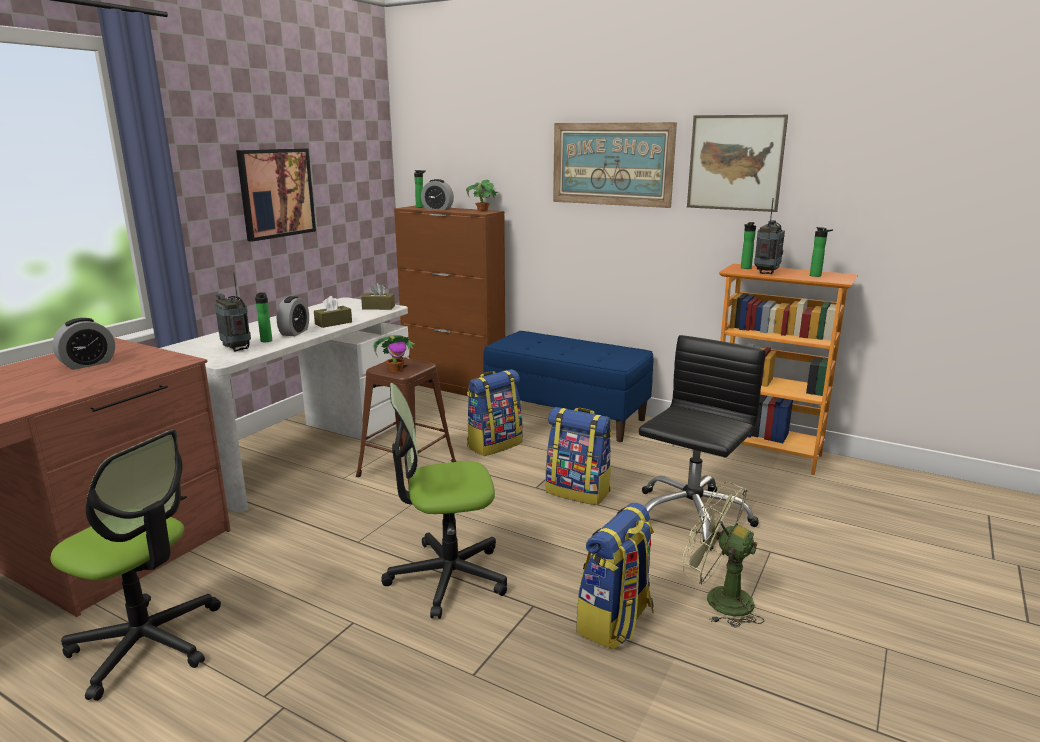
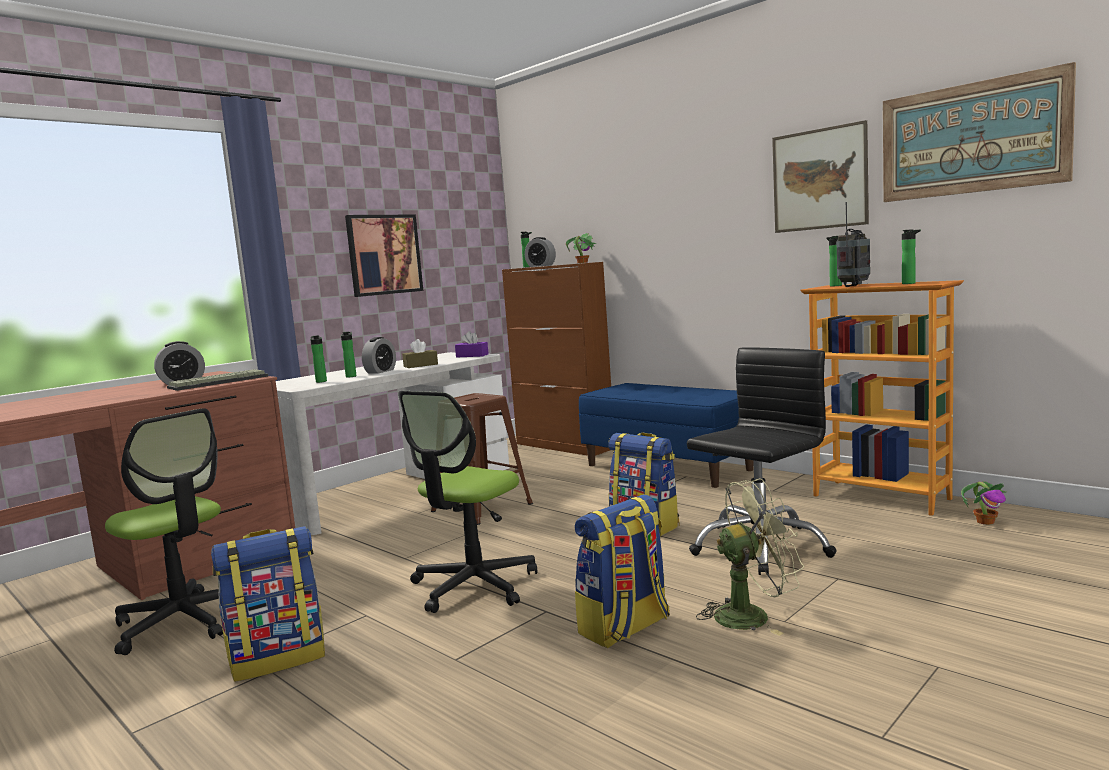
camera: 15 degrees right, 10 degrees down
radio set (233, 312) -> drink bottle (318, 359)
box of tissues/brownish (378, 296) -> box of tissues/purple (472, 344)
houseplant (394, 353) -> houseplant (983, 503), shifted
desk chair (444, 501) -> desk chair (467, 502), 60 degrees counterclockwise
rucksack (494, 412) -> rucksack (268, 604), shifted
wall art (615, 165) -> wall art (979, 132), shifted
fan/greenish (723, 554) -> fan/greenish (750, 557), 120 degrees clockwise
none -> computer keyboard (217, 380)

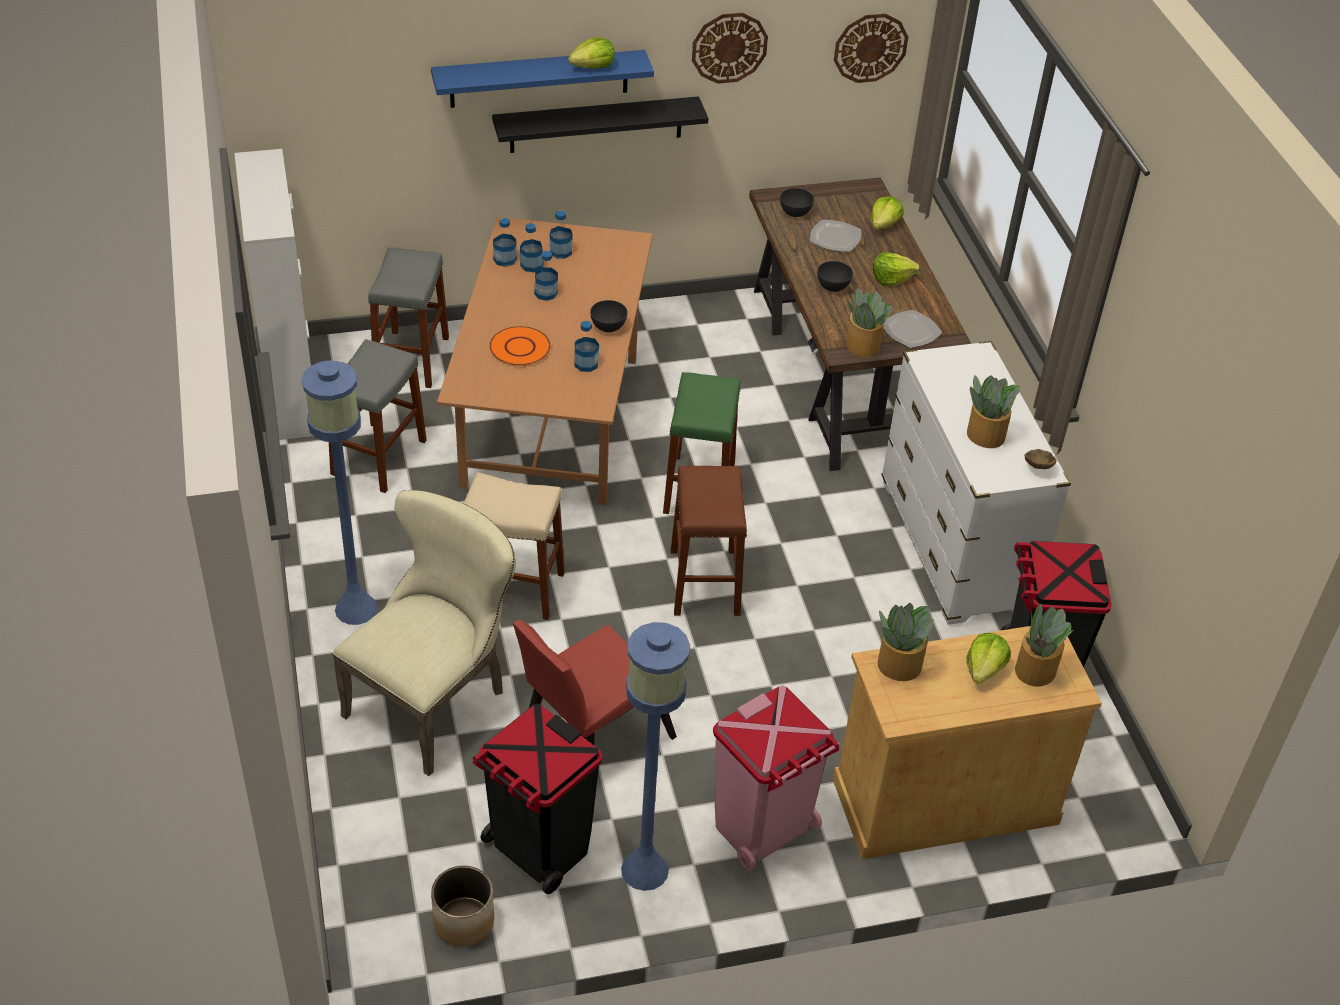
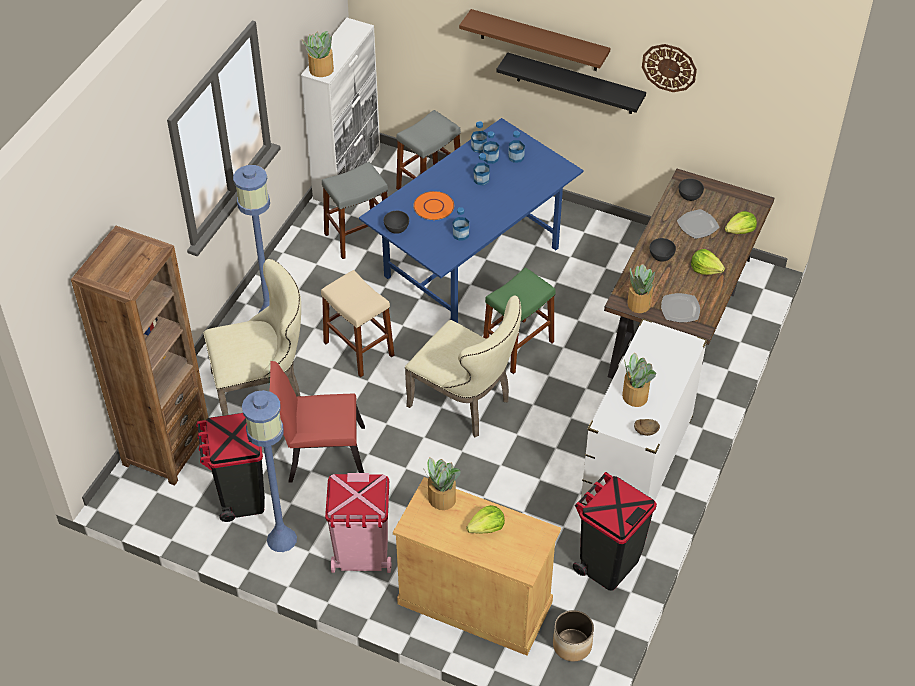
camera: 40 degrees right, 5 degrees up
shelf/bluish (542, 79) -> shelf/brownish (535, 40)
planter (462, 906) -> planter (573, 636), shifted
dinner table/brownish (545, 361) -> dinner table/bluish (471, 220)
lettuce (591, 53) -> none
deep dish/gray (608, 316) -> deep dish/gray (396, 222), shifted
stool/brownish (709, 541) -> plain chair/beige (463, 366)
hanging clock (871, 48) -> none
houseplant (1044, 645) -> houseplant (318, 54), shifted
none -> bookshelf/brownish (139, 356)

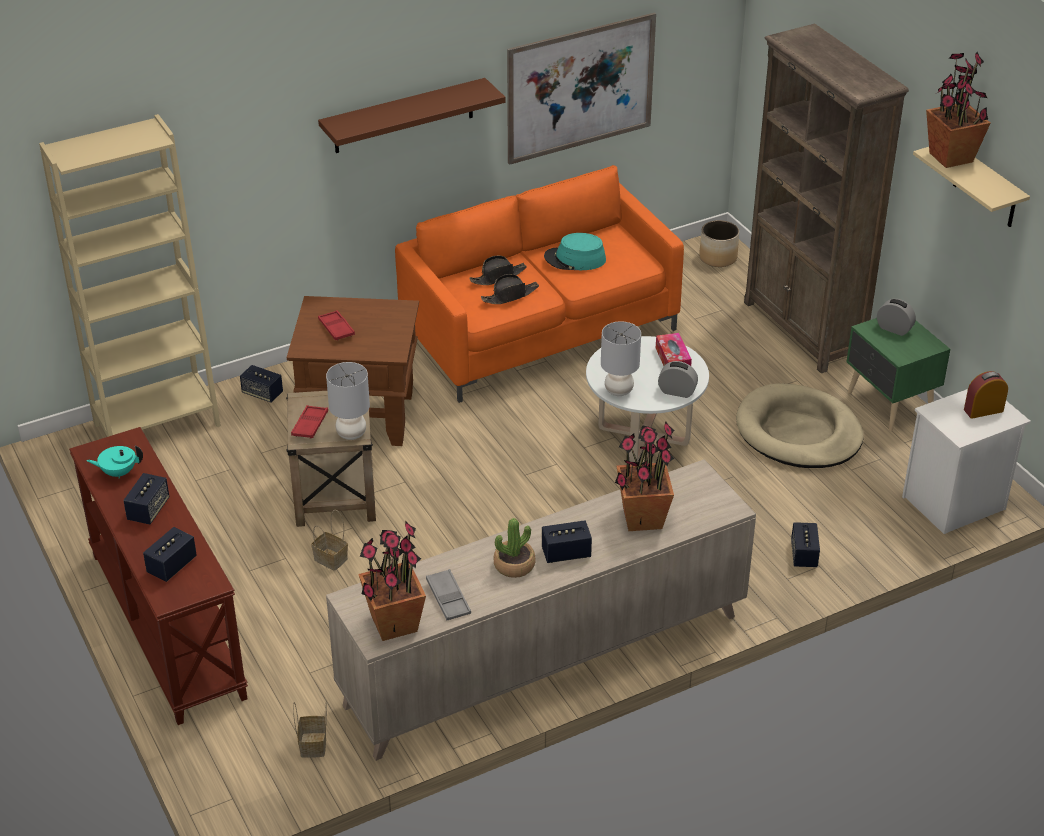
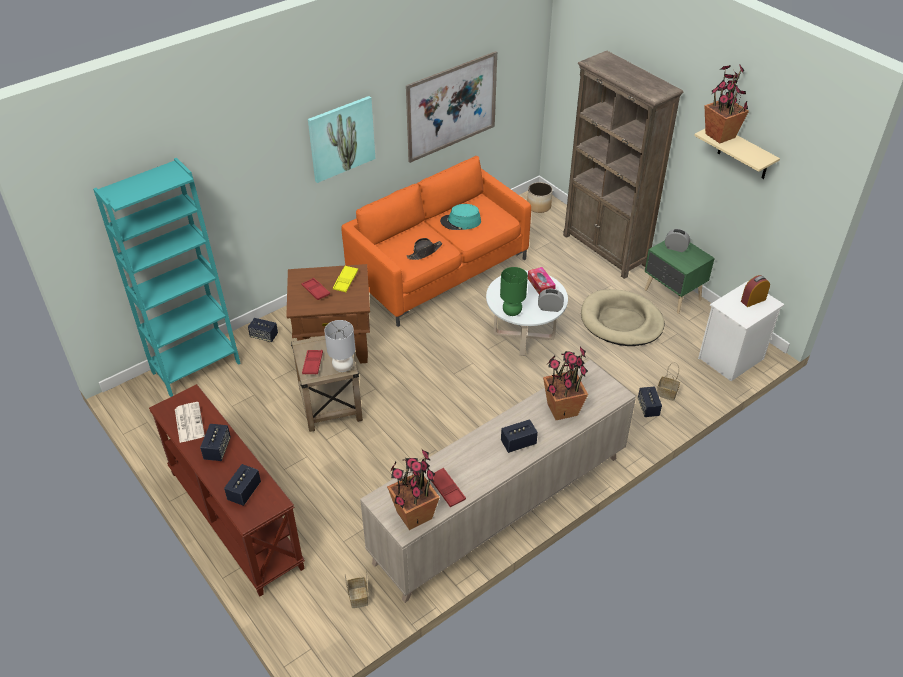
camera: 10 degrees left, 5 degrees up
bookshelf/beige (130, 275) -> bookshelf/turquoise-coloured (167, 277)
teapot/turquoise-coloured (115, 462) -> newspaper (190, 422)
basket (329, 540) -> basket (668, 381), shifted
shelf/brownish (412, 115) -> wall art (341, 139)
serving tray/gray (448, 594) -> serving tray/red (449, 487)
wearable hat/black-coloured (498, 270) -> none
houseplant (515, 548) -> none
tabletop lamp/gray (621, 358) -> tabletop lamp/greenish (514, 291)
none -> serving tray/yellow-coloured (345, 278)

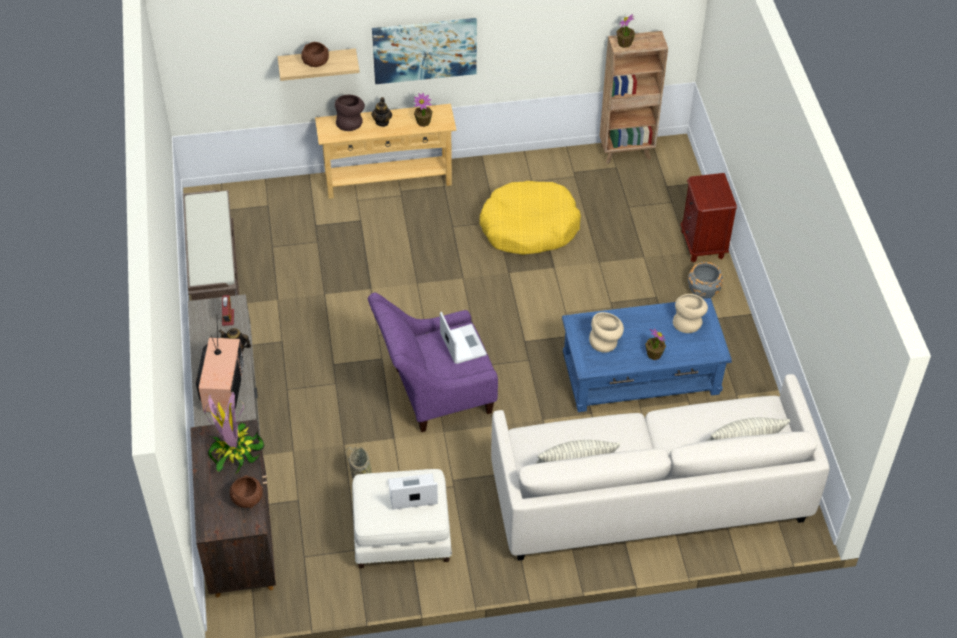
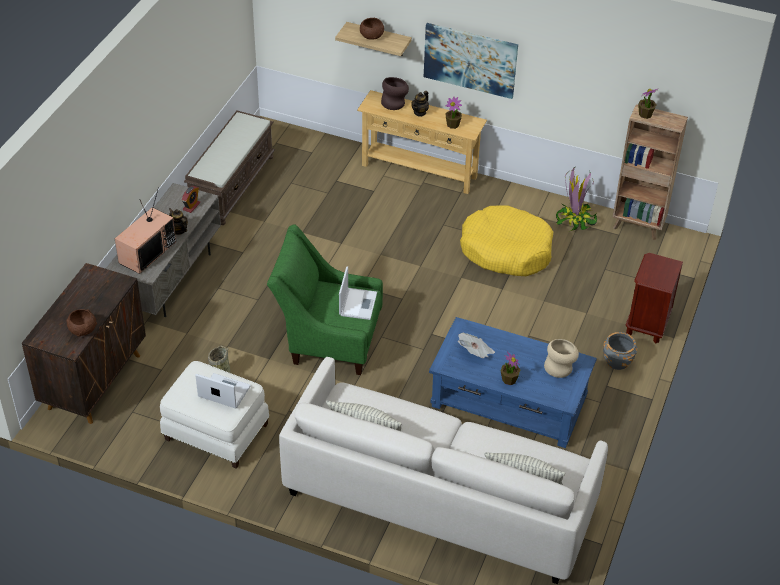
camera: 30 degrees right, 5 degrees down
houseplant (234, 432) -> houseplant (576, 199), shifted
lounge chair/purple (433, 362) -> lounge chair/greenish (325, 299)
flower vase/beige (606, 332) -> newspaper (476, 345)

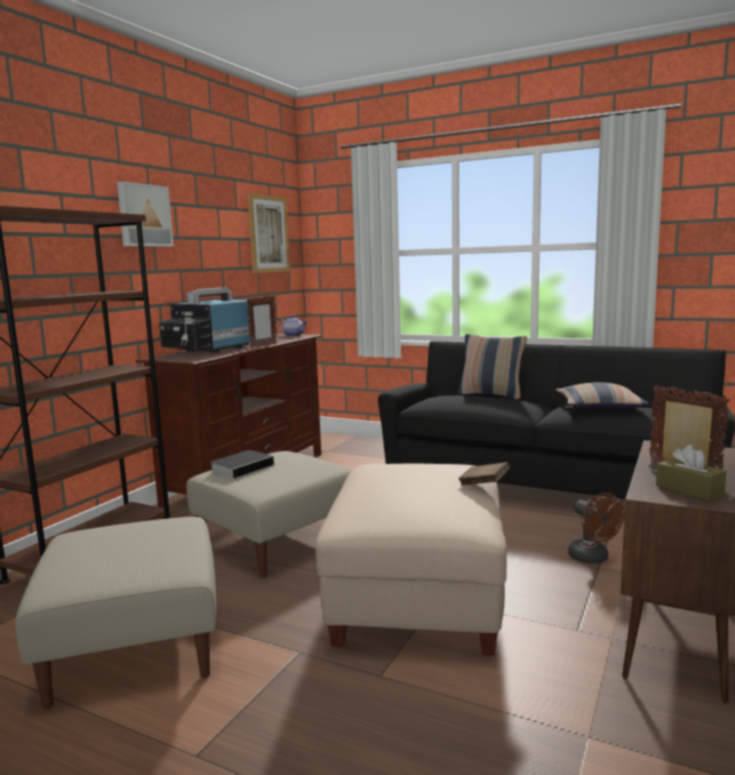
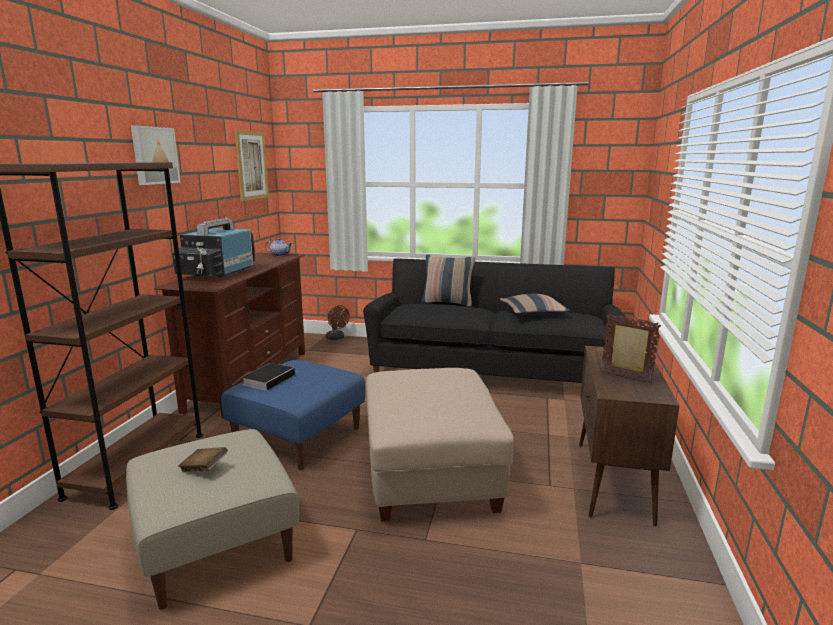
camera: 15 degrees left, 5 degrees up
ottoman/beige (268, 514) -> ottoman/bluish (293, 415)
picture frame (261, 321) -> none
bound book/brownish (484, 473) -> bound book/brownish (203, 459), shifted
fan/brownish (596, 528) -> fan/brownish (338, 322), shifted
box of tissues/brownish (691, 473) -> none

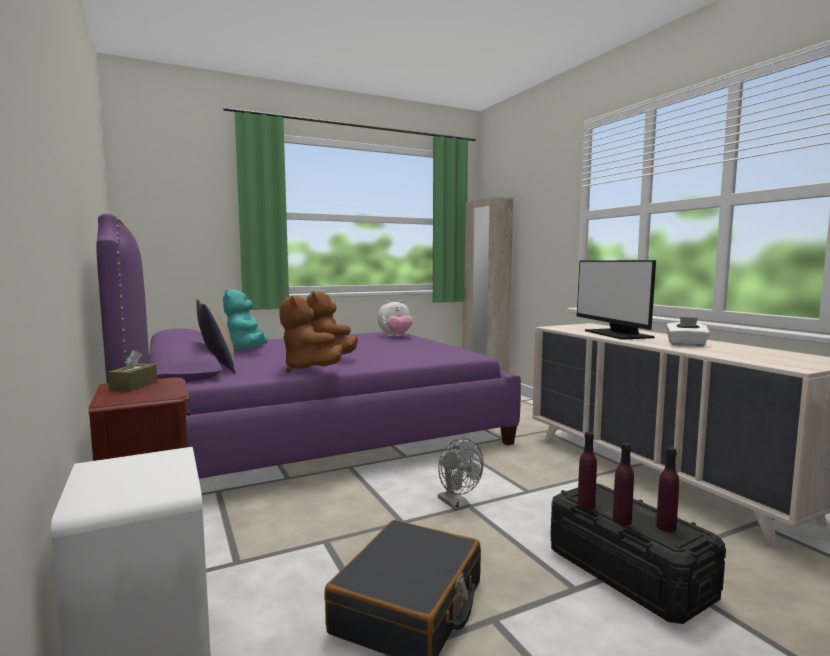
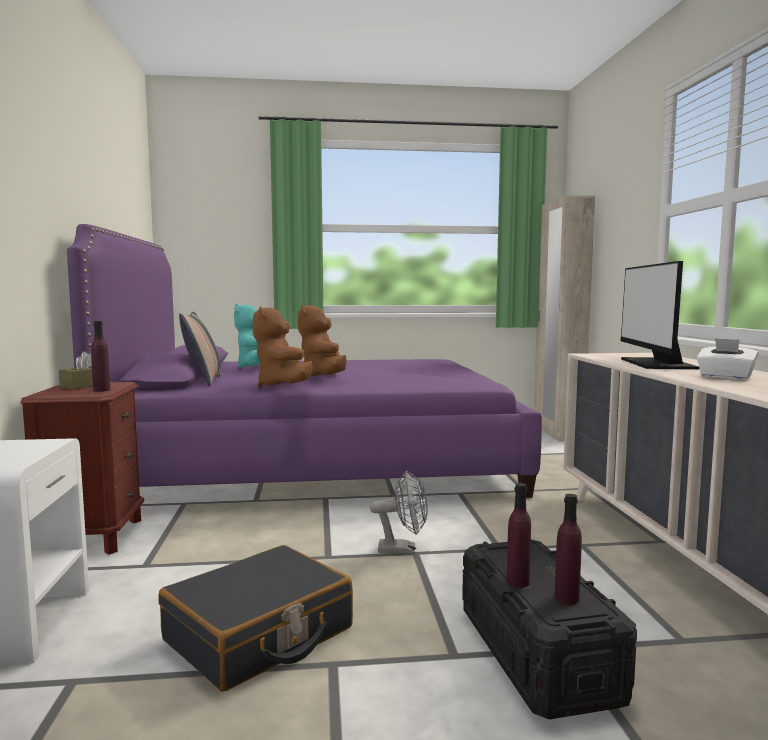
camera: 20 degrees right, 0 degrees up
cuddly toy (394, 318) -> none
fan/gray (460, 474) -> fan/gray (399, 512), 75 degrees counterclockwise
drink bottle/purple (587, 470) -> drink bottle/purple (101, 356), shifted

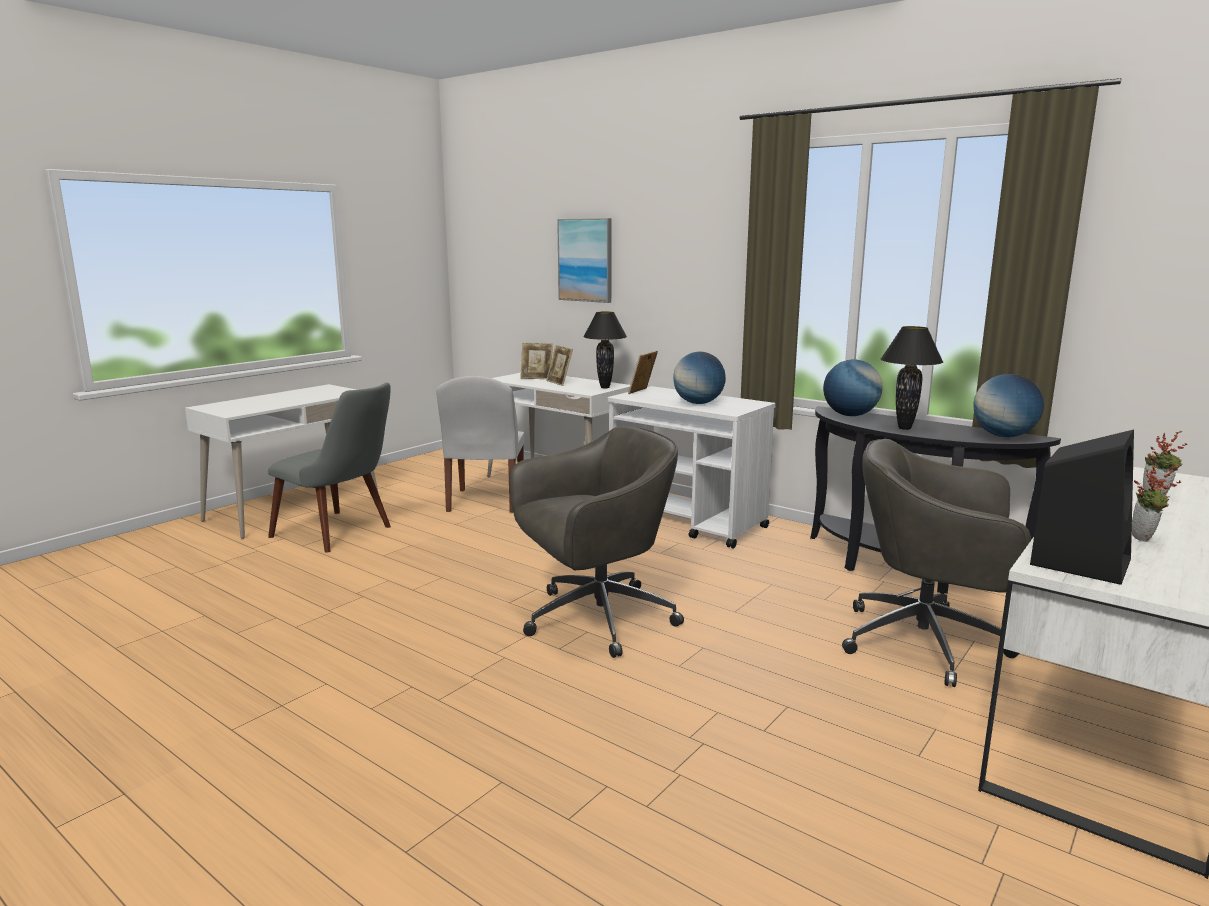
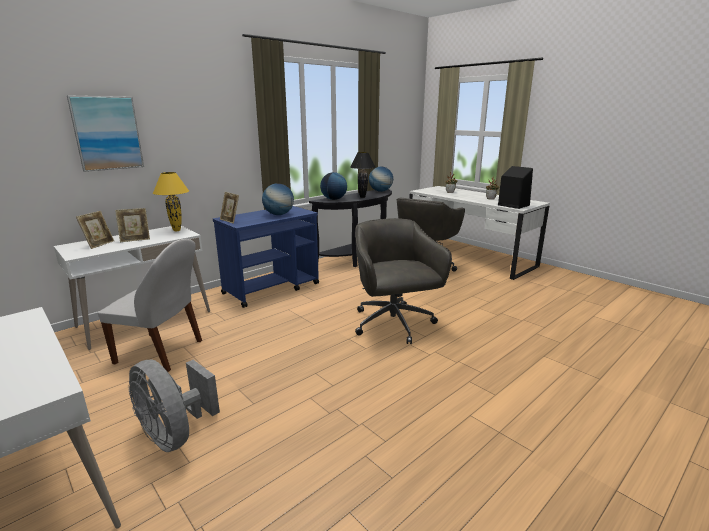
camera: 80 degrees left, 5 degrees up
plain chair/gray (329, 468) -> fan/gray (174, 406)
tabletop lamp/black-coloured (605, 349) -> tabletop lamp/yellow-coloured (171, 201)
wheeled cart/white-coloured (692, 467) -> wheeled cart/bluish (266, 257)

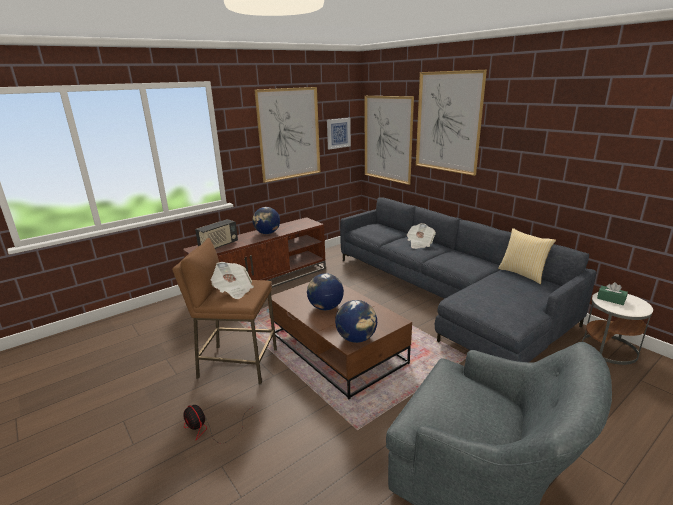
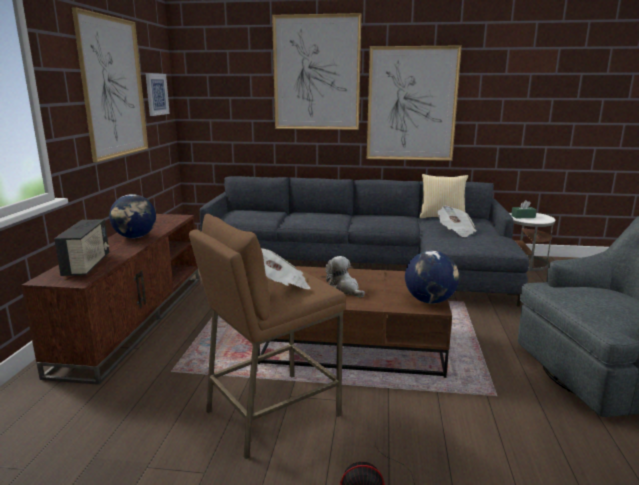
camera: 45 degrees left, 5 degrees down
globe (325, 291) -> cuddly toy (345, 276)
wall art (389, 140) -> wall art (414, 103), shifted
newspaper (421, 236) -> newspaper (457, 221), shifted

